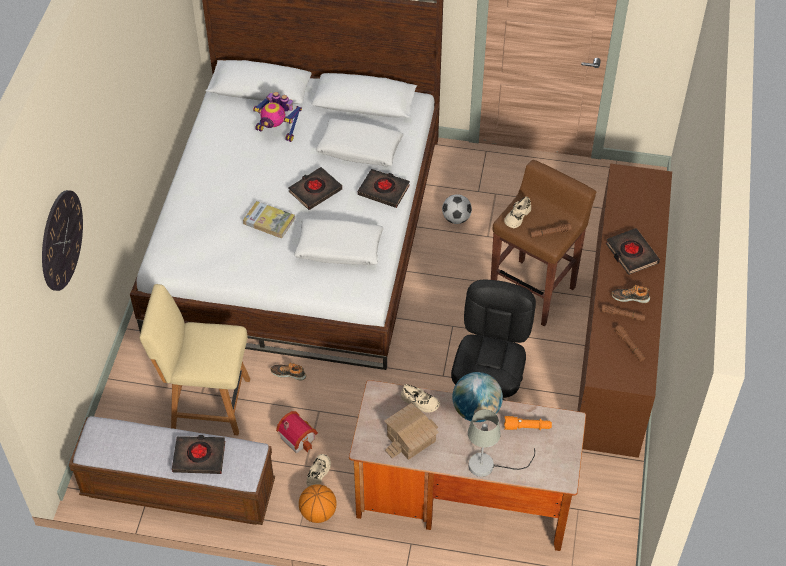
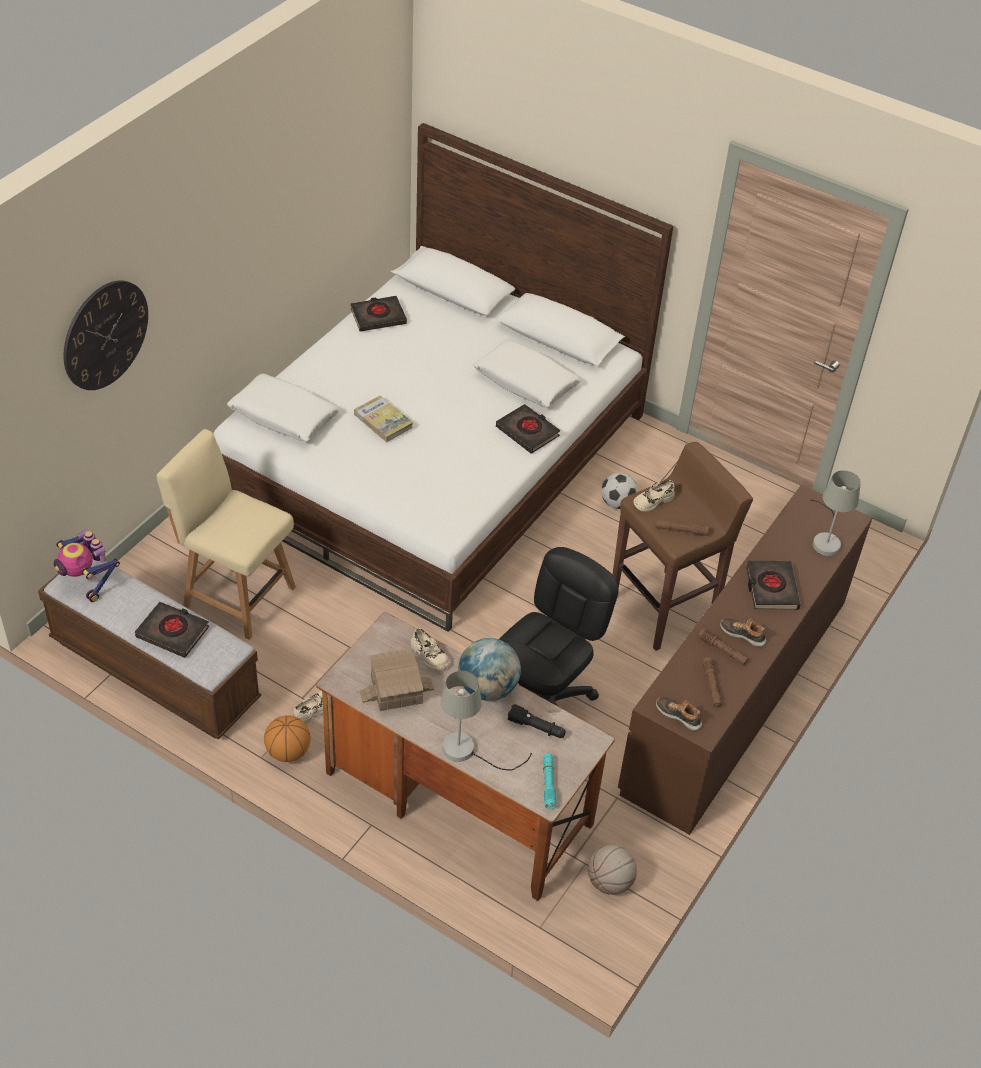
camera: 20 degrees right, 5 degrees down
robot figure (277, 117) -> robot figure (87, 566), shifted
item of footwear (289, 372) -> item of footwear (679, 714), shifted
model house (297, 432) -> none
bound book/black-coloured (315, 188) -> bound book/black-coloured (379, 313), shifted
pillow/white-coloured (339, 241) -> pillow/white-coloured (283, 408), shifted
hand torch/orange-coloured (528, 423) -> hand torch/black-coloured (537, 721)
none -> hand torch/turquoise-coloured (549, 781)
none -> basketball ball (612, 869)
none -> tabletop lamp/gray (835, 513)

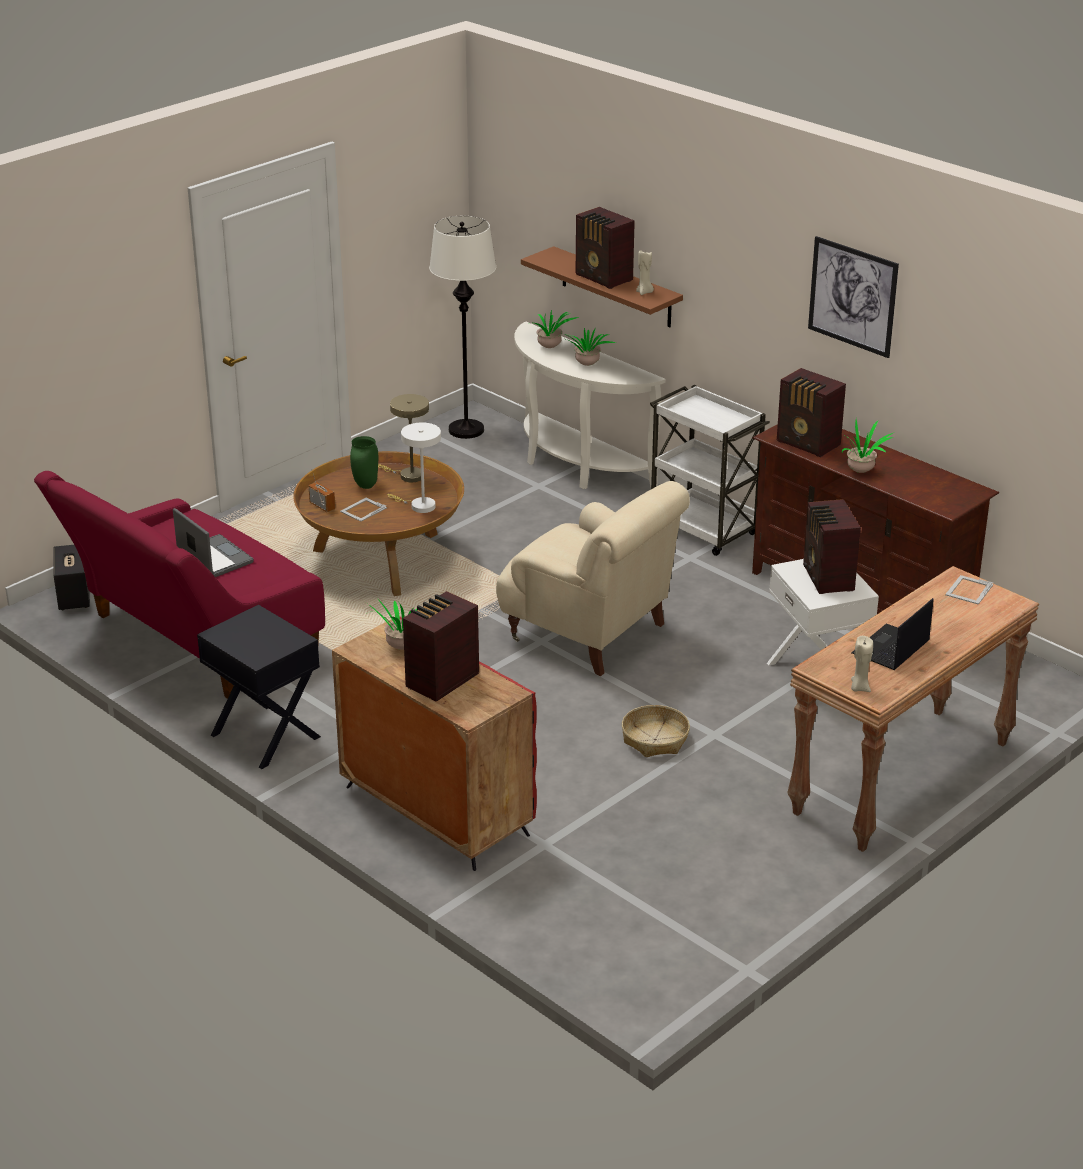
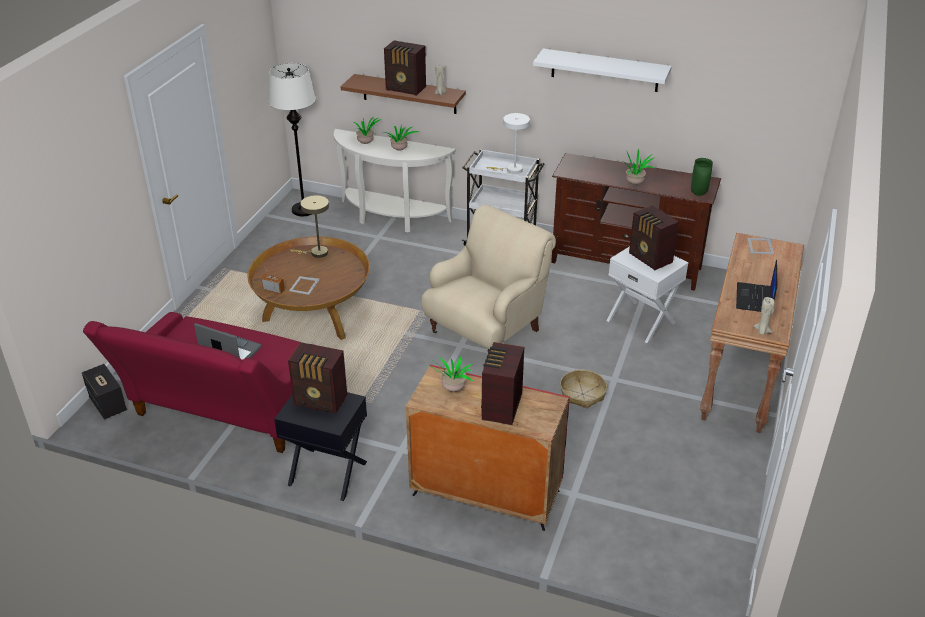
camera: 25 degrees left, 5 degrees up
flower vase/greenish (364, 462) -> flower vase/greenish (702, 177), shifted
tabletop lamp/white-coloured (414, 467) -> tabletop lamp/white-coloured (508, 143), shifted
lounge chair/beige (593, 578) -> lounge chair/beige (489, 278), 60 degrees counterclockwise
radio set (811, 412) -> radio set (317, 377), shifted
wall art (853, 297) -> shelf/white-coloured (602, 70)

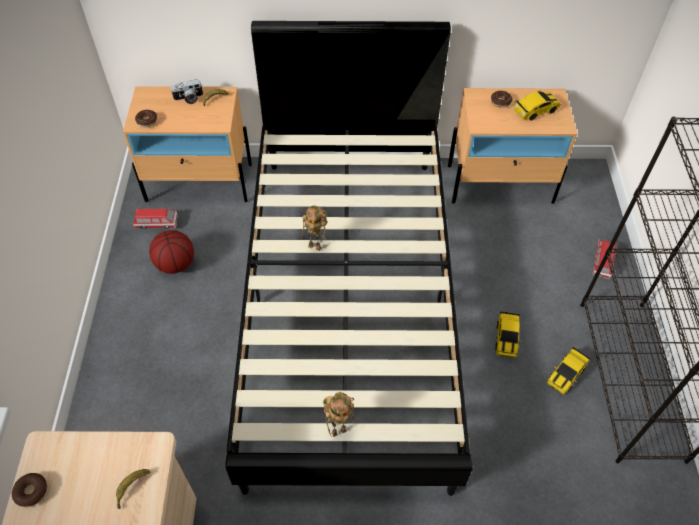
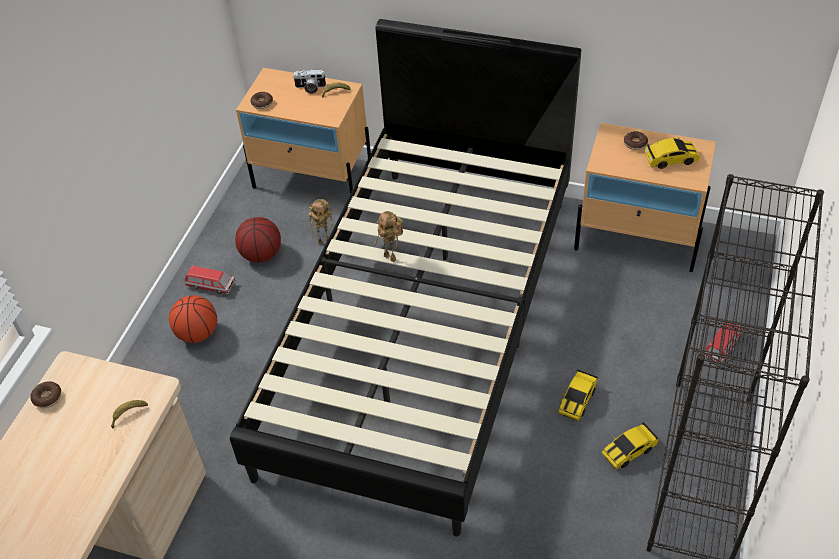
camera: 20 degrees right, 5 degrees down
miniature car (155, 219) -> miniature car (210, 279), shifted
robot figure (339, 414) -> robot figure (321, 221), shifted
none -> basketball ball (193, 319)

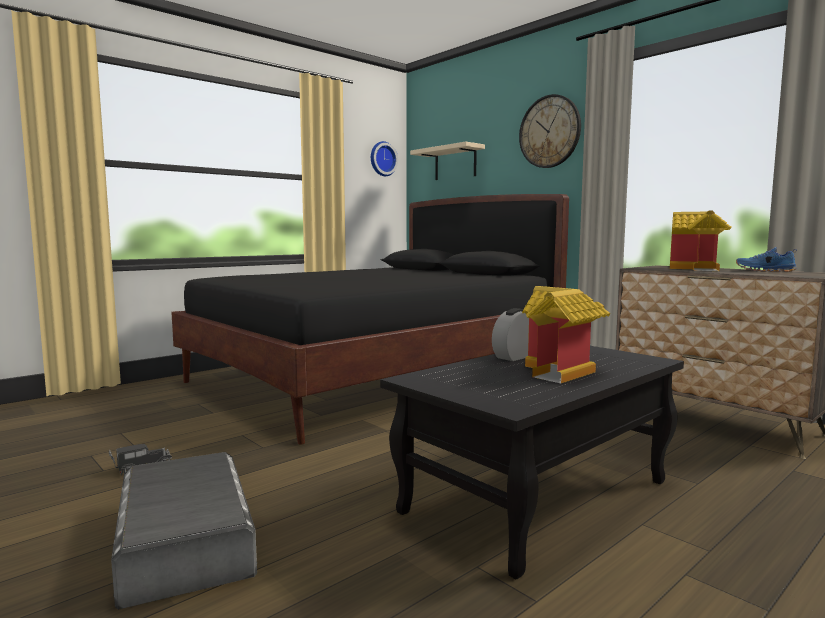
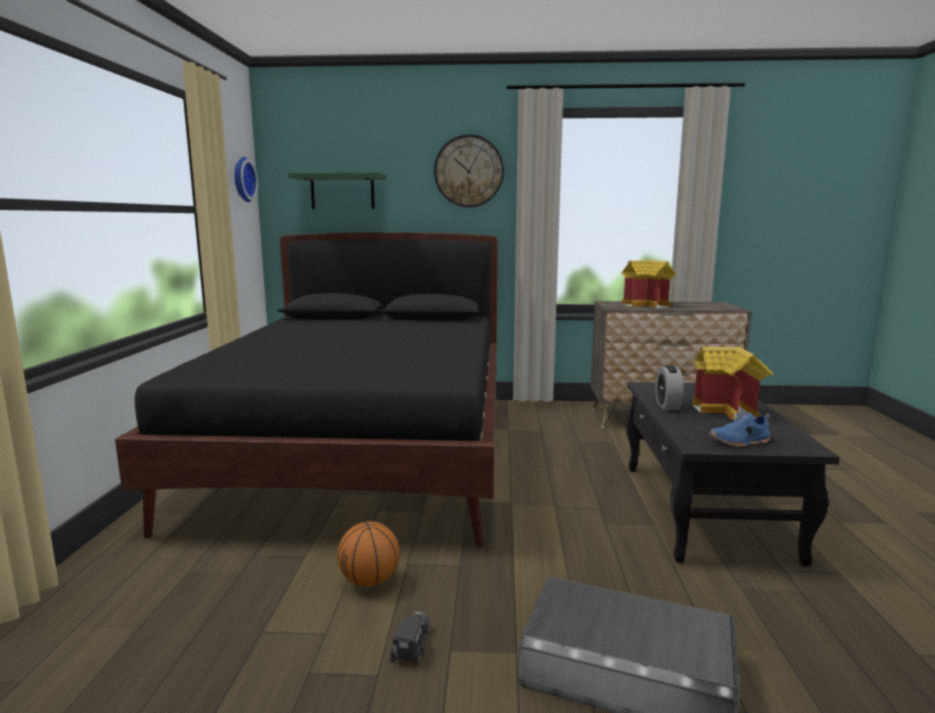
camera: 45 degrees left, 5 degrees up
shelf/beige (447, 161) -> shelf/greenish (337, 190)
item of footwear/bluish (766, 259) -> item of footwear/bluish (740, 429), shifted
none -> basketball ball (368, 554)

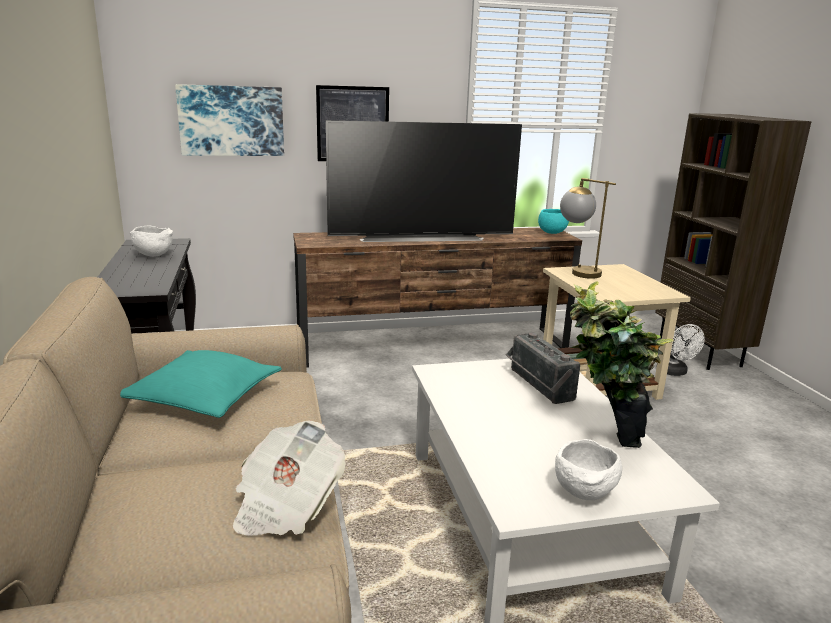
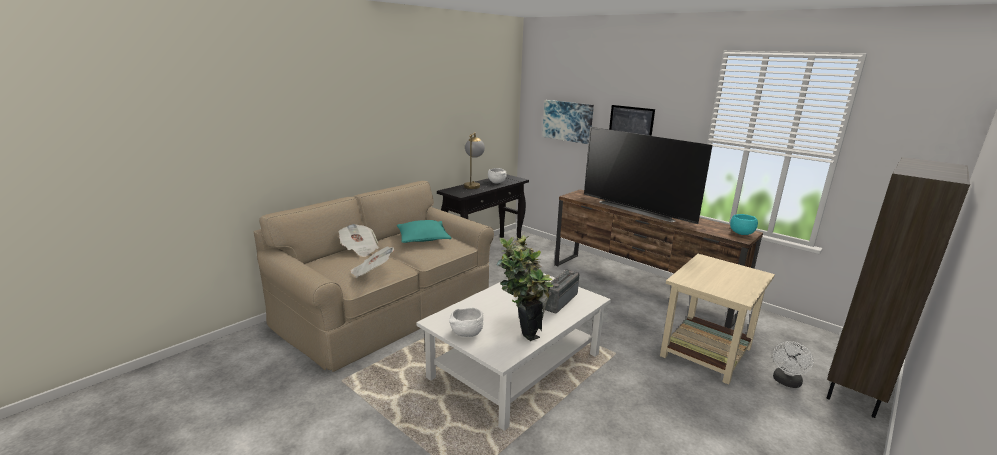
camera: 55 degrees right, 0 degrees up
tabletop lamp (588, 228) -> tabletop lamp (474, 160), shifted
none -> newspaper (358, 240)

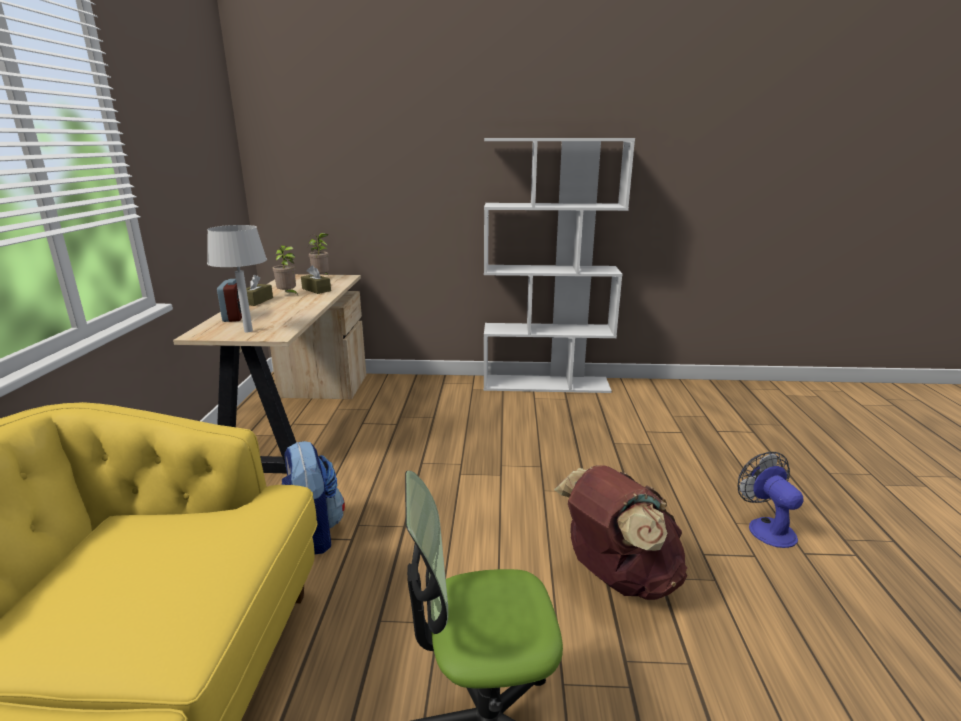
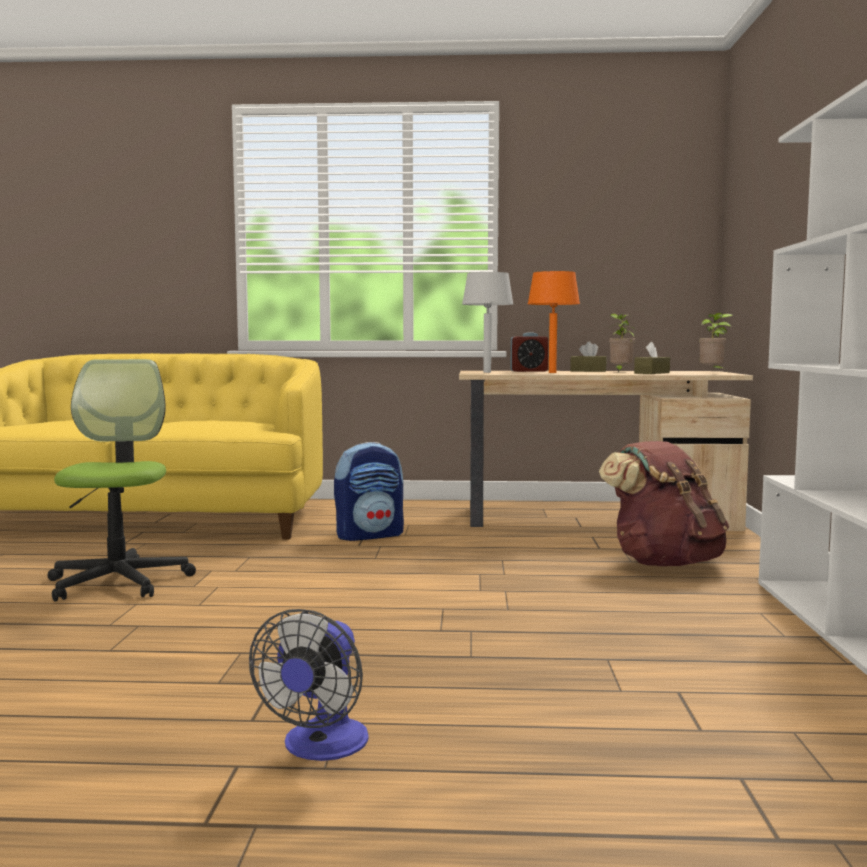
camera: 90 degrees right, 15 degrees down
rucksack/brownish (620, 532) -> rucksack/brownish (664, 503), shifted
fan (770, 500) -> fan (309, 685), 120 degrees clockwise
none -> tabletop lamp/orange-coloured (554, 322)

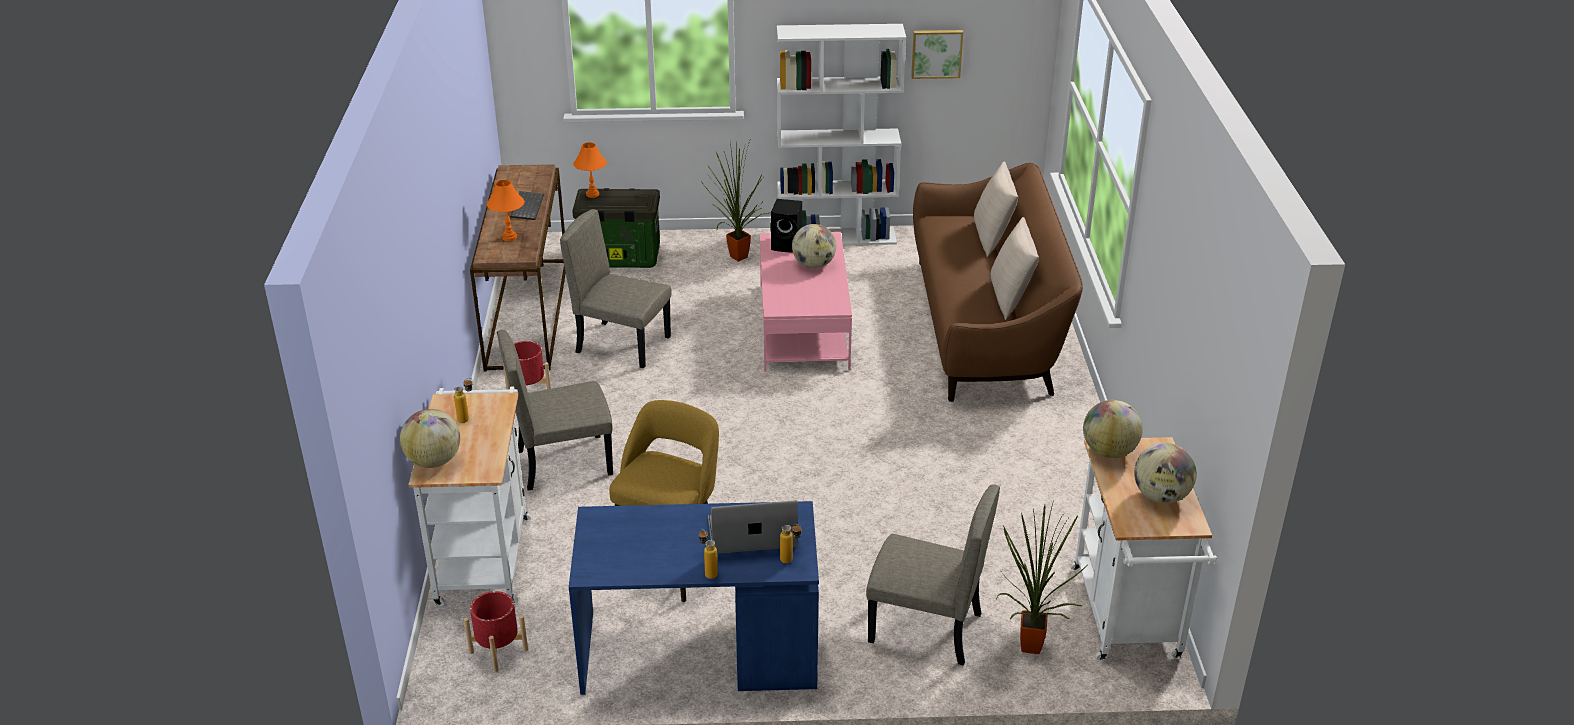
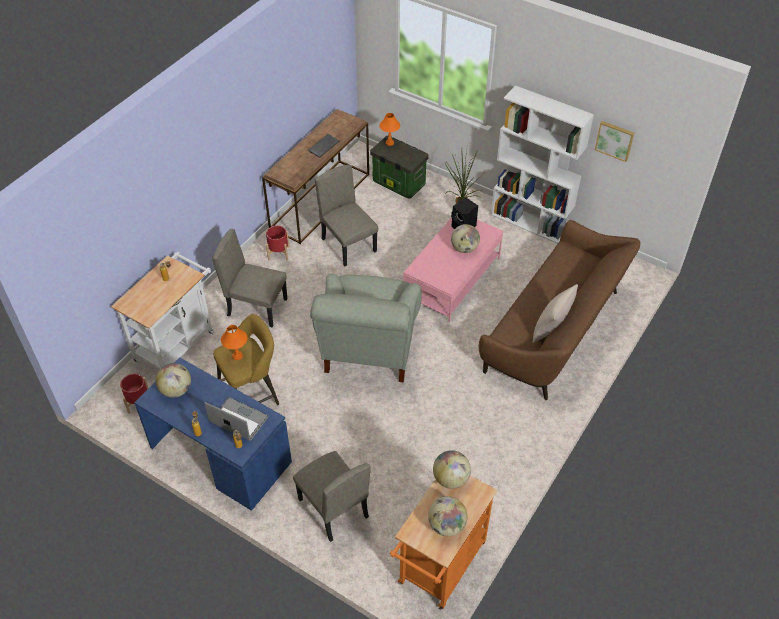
camera: 35 degrees right, 15 degrees up
globe (430, 438) -> globe (173, 380), shifted
tabletop lamp/orange-coloured (505, 210) -> tabletop lamp/orange-coloured (234, 342), shifted
pillow/beige (996, 209) -> none
houseplant (1041, 577) -> none
wheeled cart/white-coloured (1143, 549) -> wheeled cart/orange-coloured (443, 542)
none -> lounge chair/gray (366, 328)

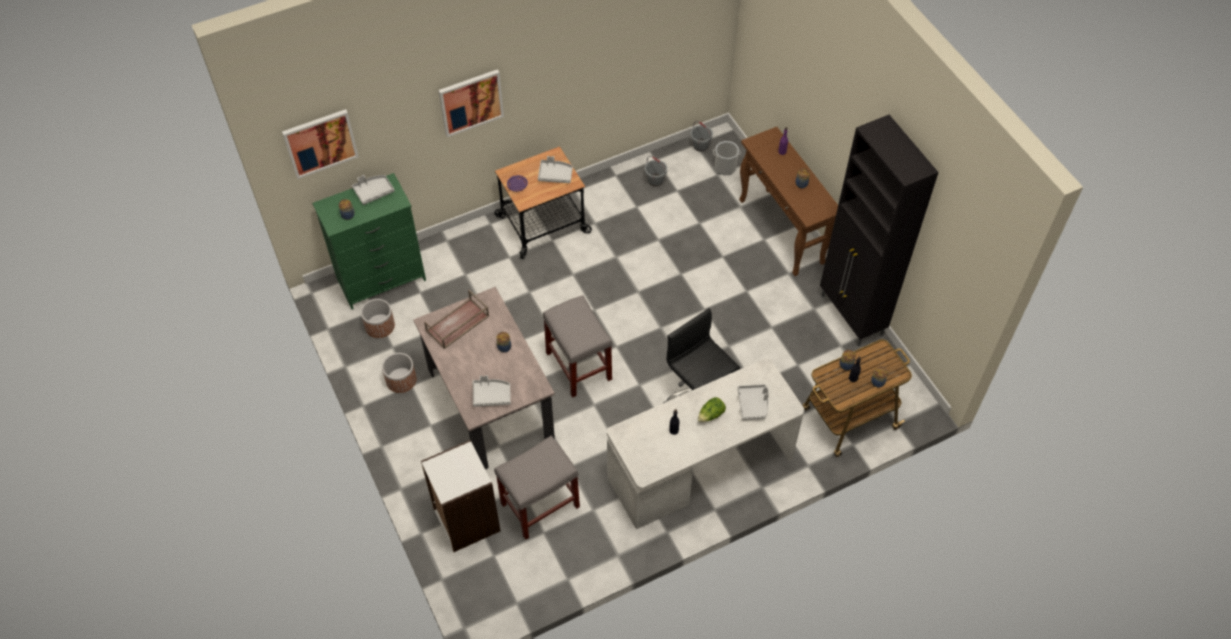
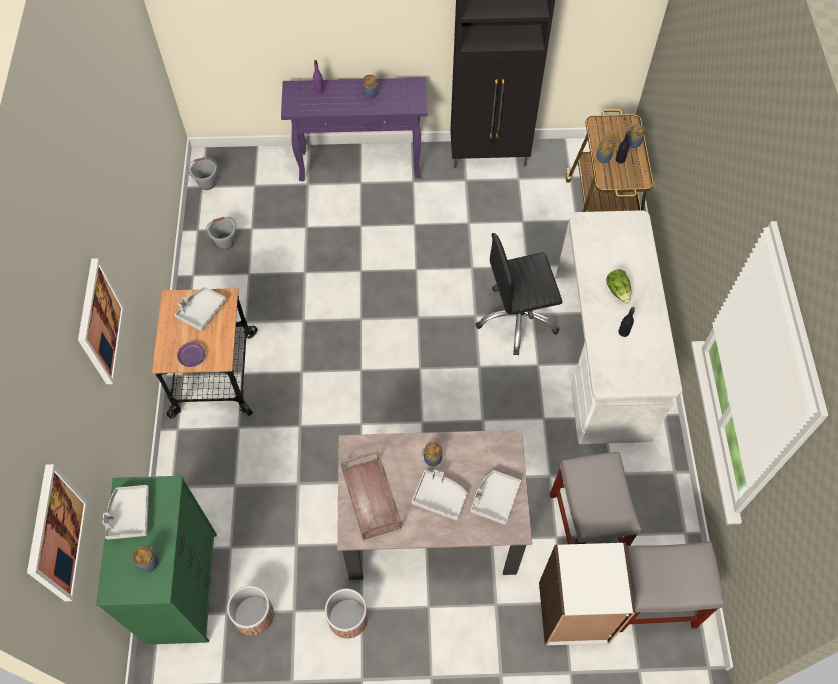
camera: 65 degrees left, 5 degrees up
stool/gray (577, 346) -> stool/gray (672, 587), shifted
water bucket (727, 158) -> none
serving tray/gray (753, 402) -> serving tray/gray (439, 495), shifted
narrow table/brownish (788, 201) -> narrow table/purple (354, 129)

